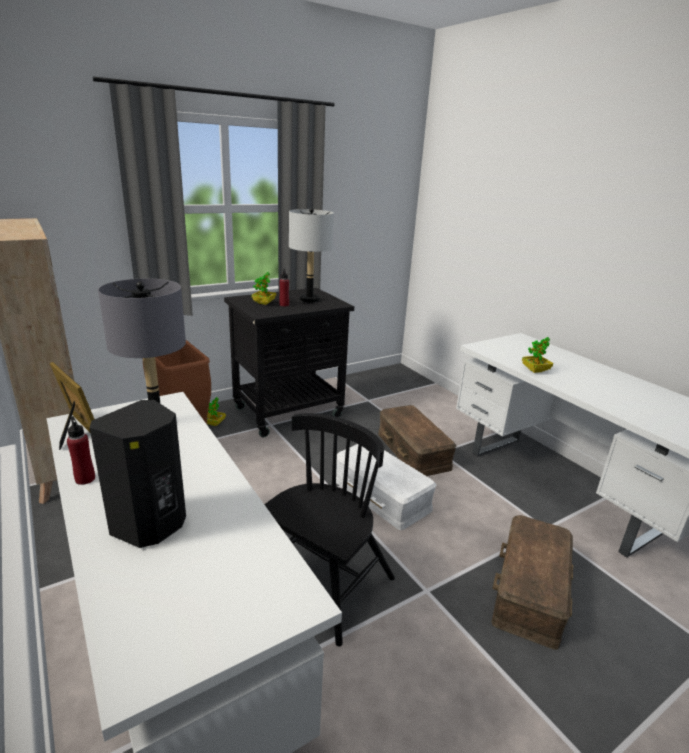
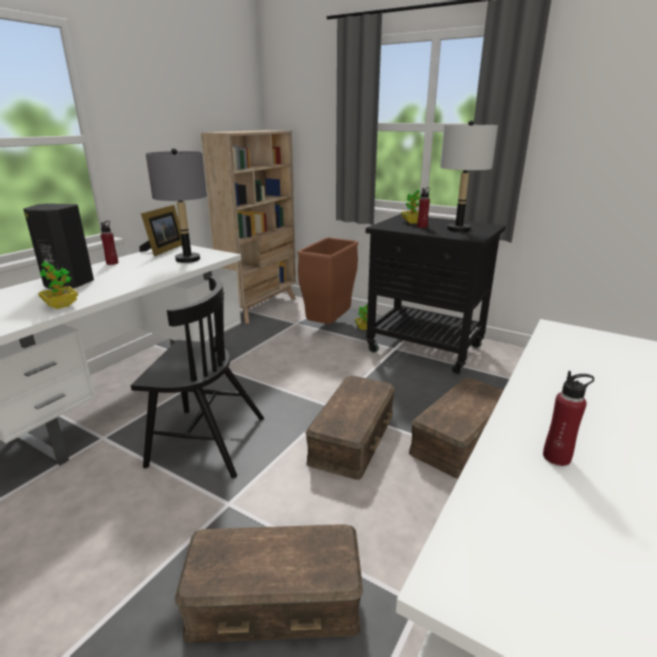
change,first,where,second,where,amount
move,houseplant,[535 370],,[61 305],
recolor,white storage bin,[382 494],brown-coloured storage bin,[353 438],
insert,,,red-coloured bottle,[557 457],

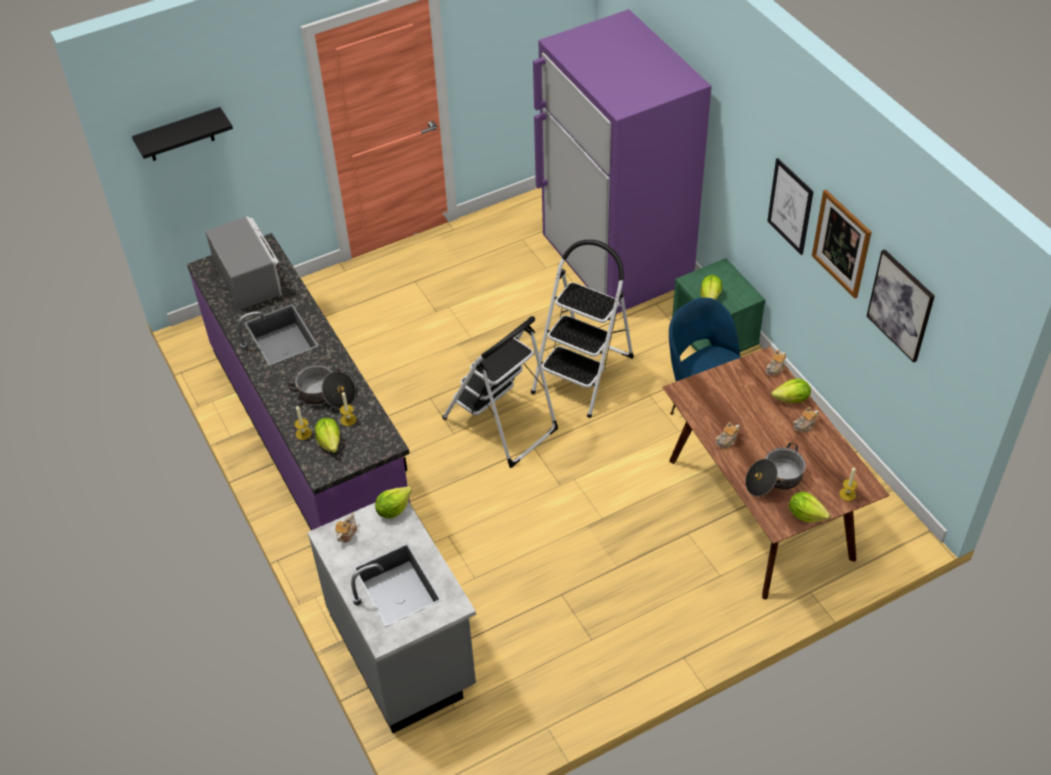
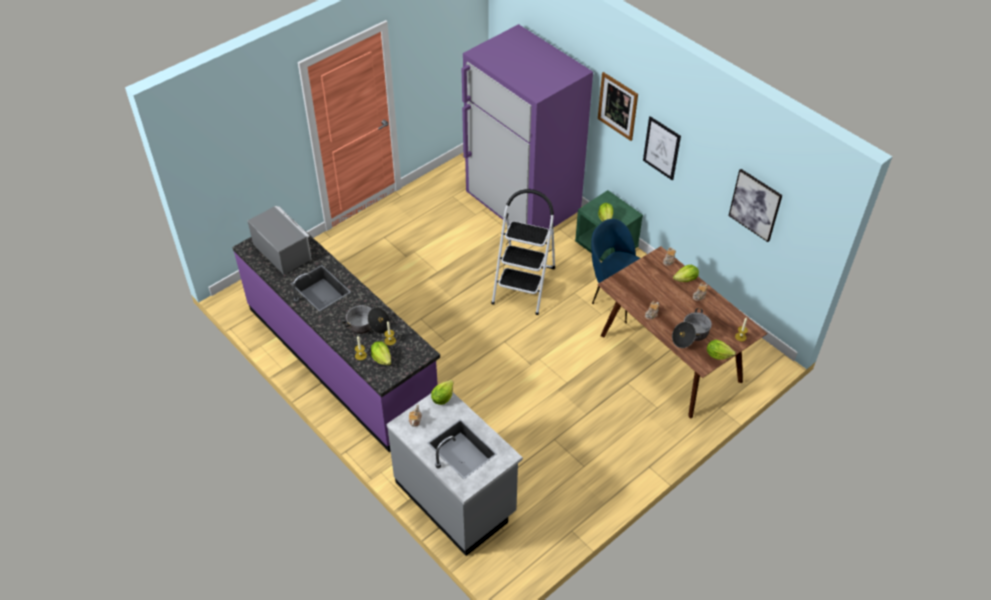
change,first,where,second,where,amount
delete,blackish bracket shelf,[180 135],,,
move,wall art,[841 243],,[618 106],
delete,stepladder,[501 425],,,

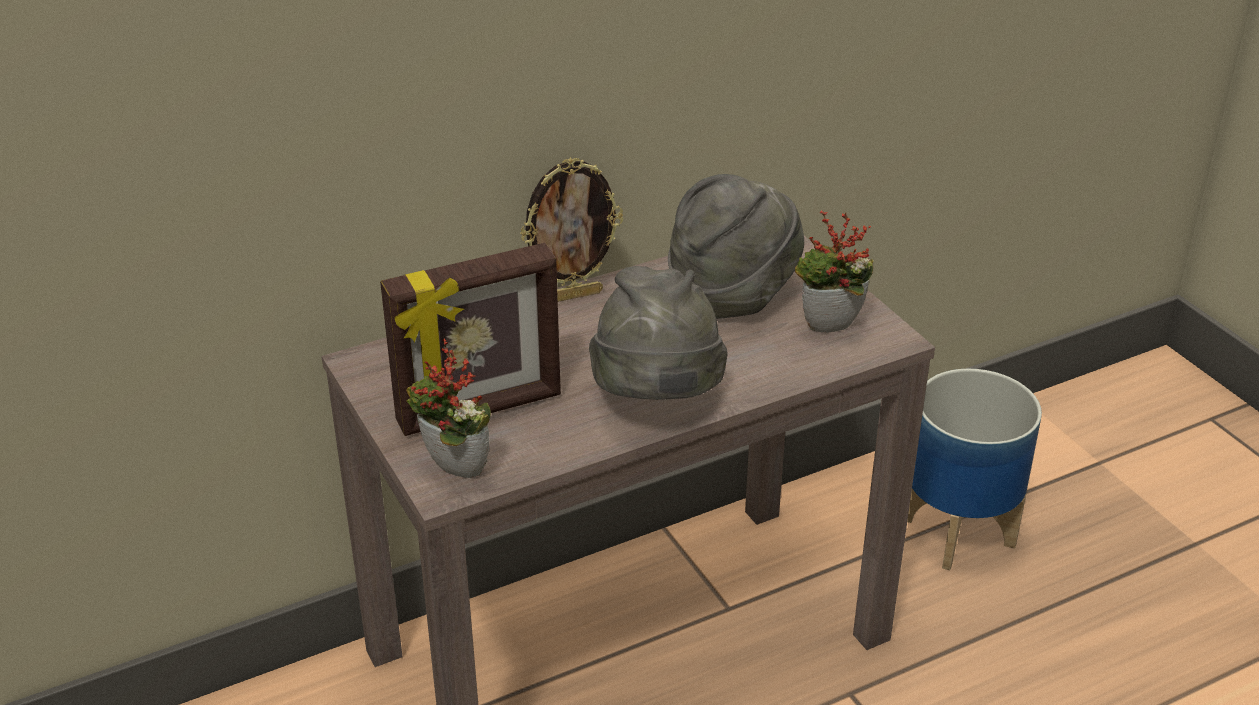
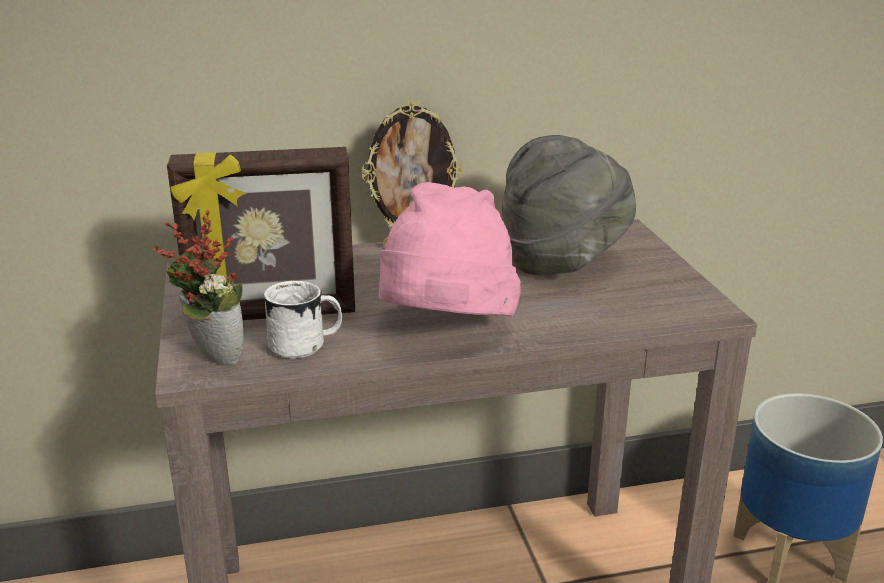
change,first,where,second,where,amount
delete,houseplant,[829 330],,,
recolor,gray wearable hat,[656 401],pink wearable hat,[446 330],
insert,,,white coffee mug,[306 346],

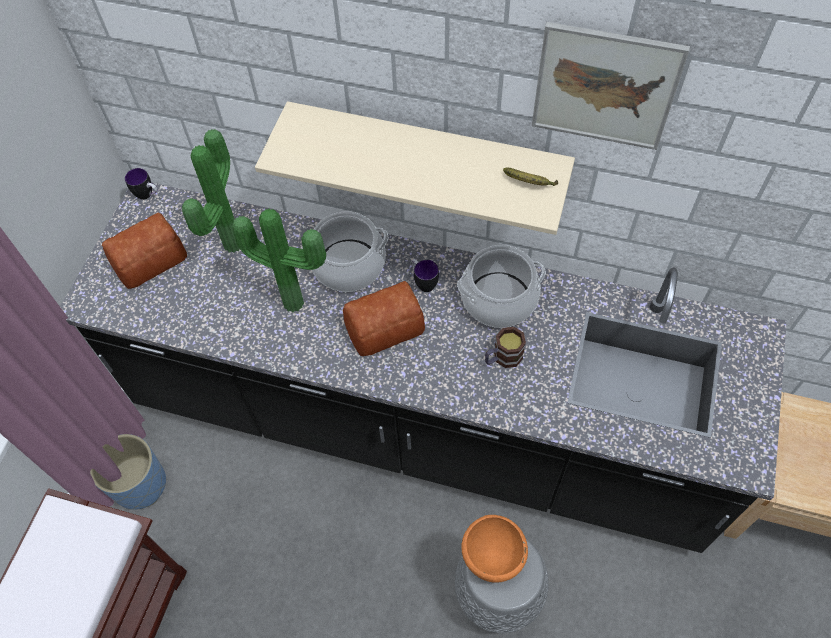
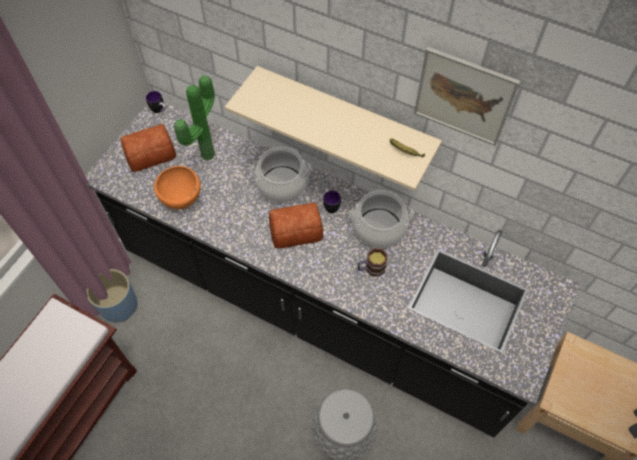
change,first,where,second,where,amount
delete,houseplant,[295 300],,,
move,orangey bowl,[493 558],,[182 200],

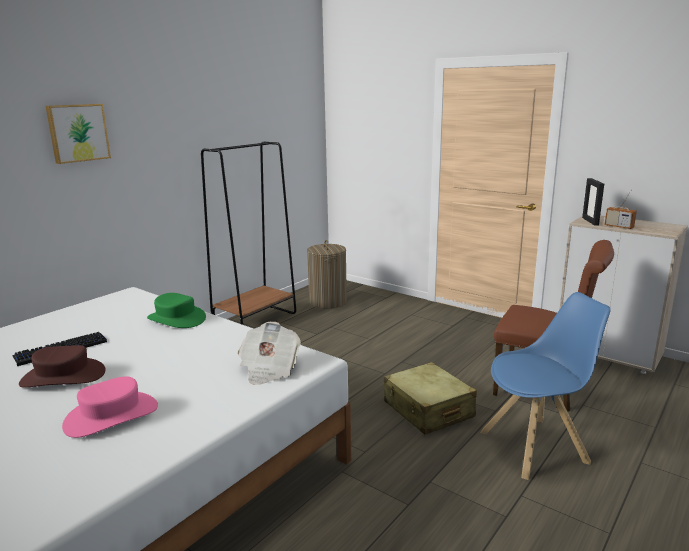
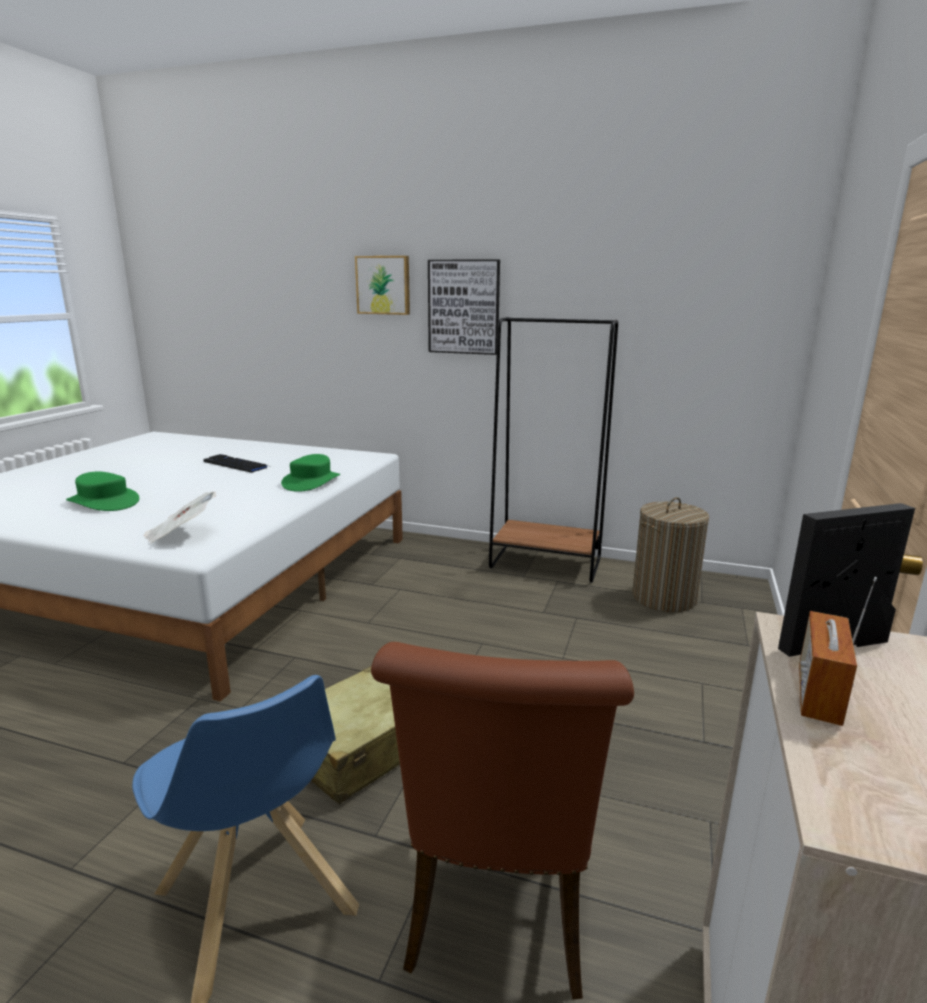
change,first,where,second,where,amount
delete,brown-coloured wearable hat,[63 376],,,
recolor,pink wearable hat,[111 415],greenish wearable hat,[104 502],
insert,,,wall art,[464 307],

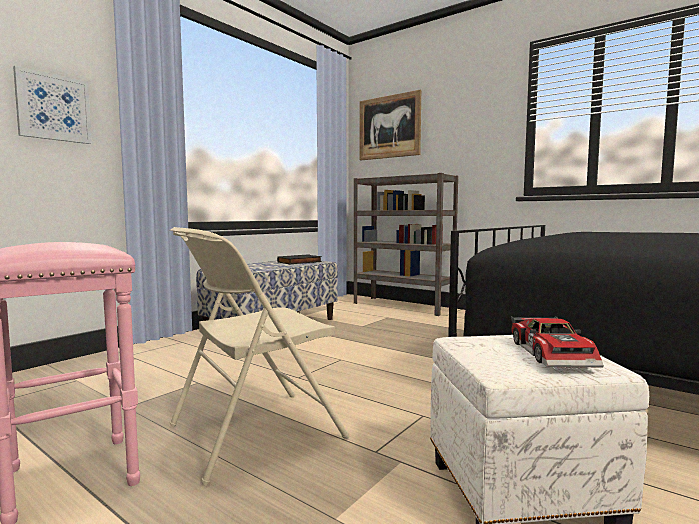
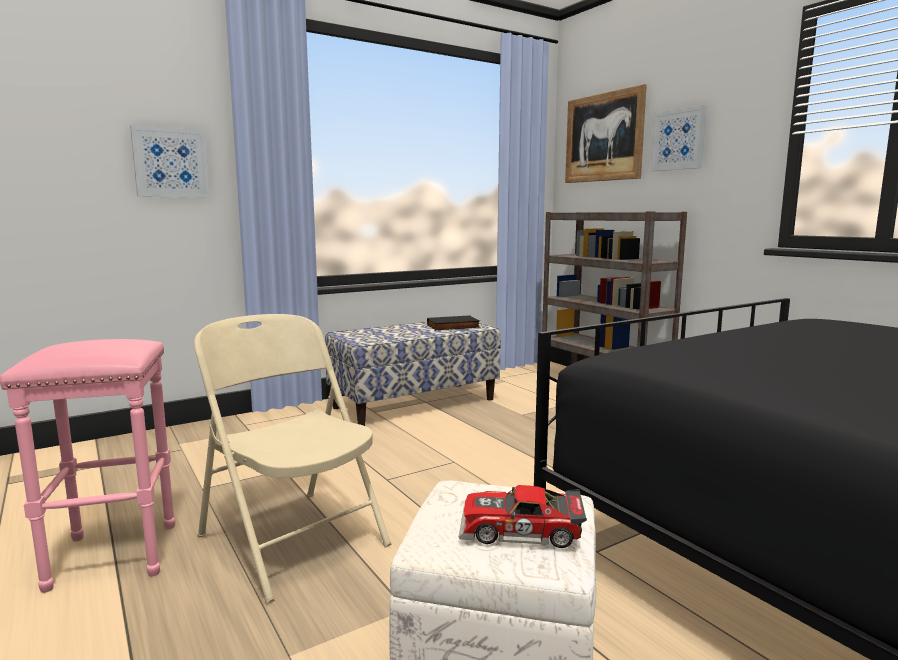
change,first,where,second,where,amount
rotate,beige-coloured chair,[256 431],,[294 540],60 degrees clockwise
rotate,model car,[554 353],,[521 532],75 degrees clockwise
insert,,,wall art,[678 140],

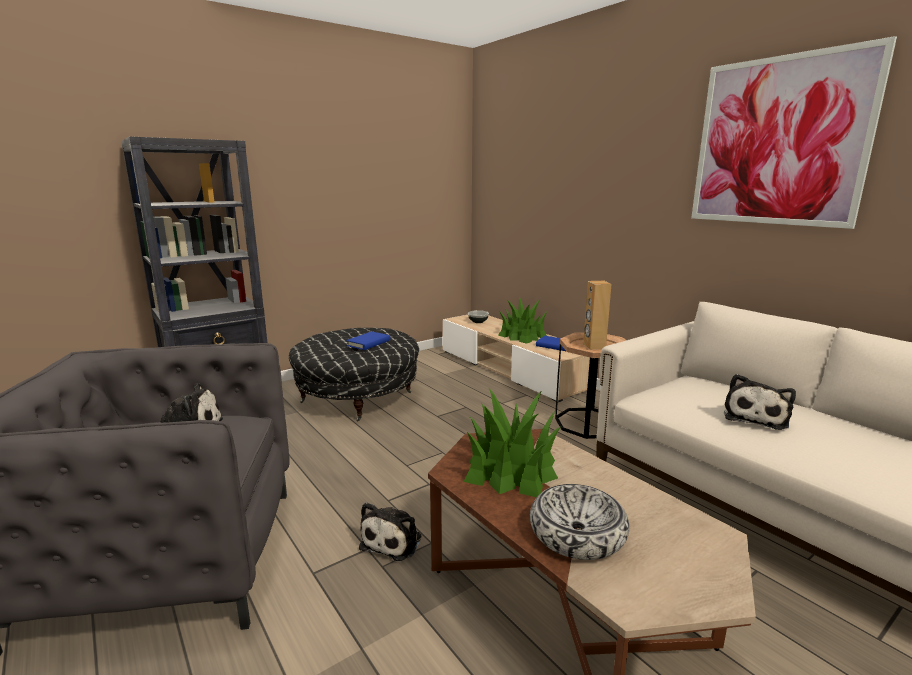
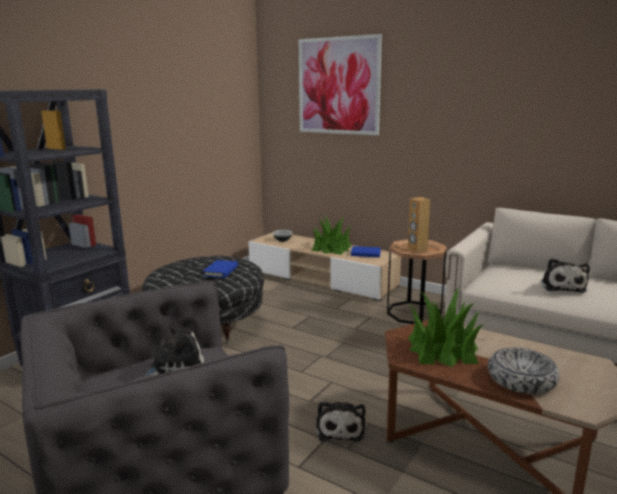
change,first,where,second,where,amount
move,wall art,[778 142],,[338 86],

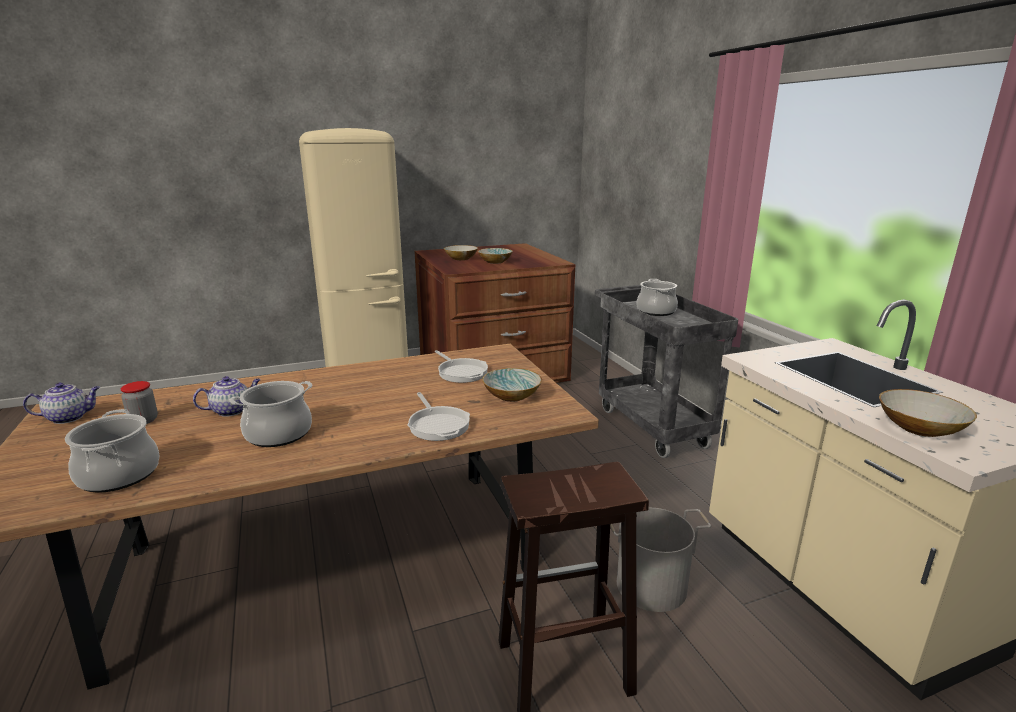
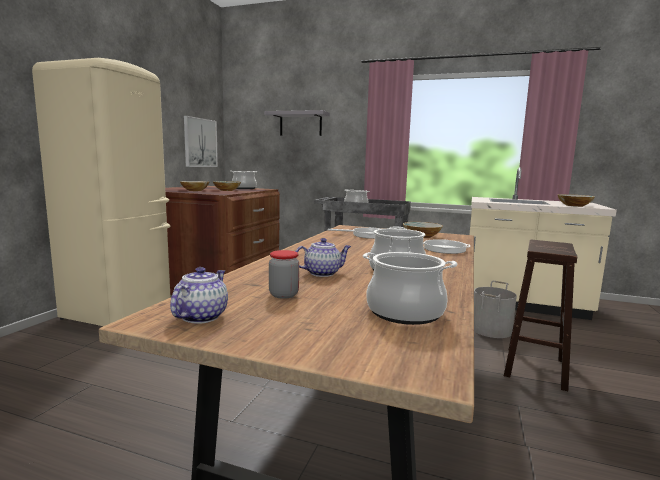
change,first,where,second,where,amount
rotate,tea pot,[232 410],,[323 273],60 degrees clockwise
insert,,,gray bracket shelf,[300 124],
insert,,,wall art,[200 142],
insert,,,cooking pot,[244 188],

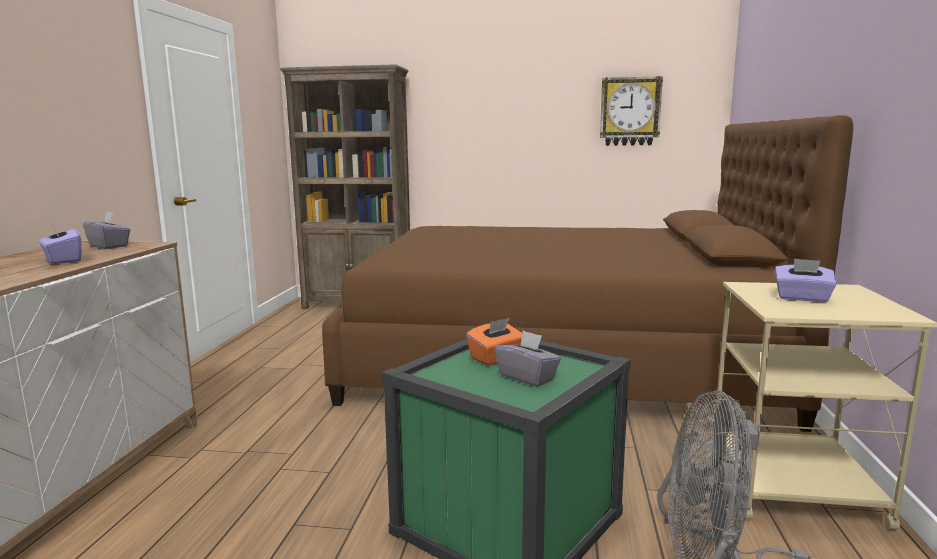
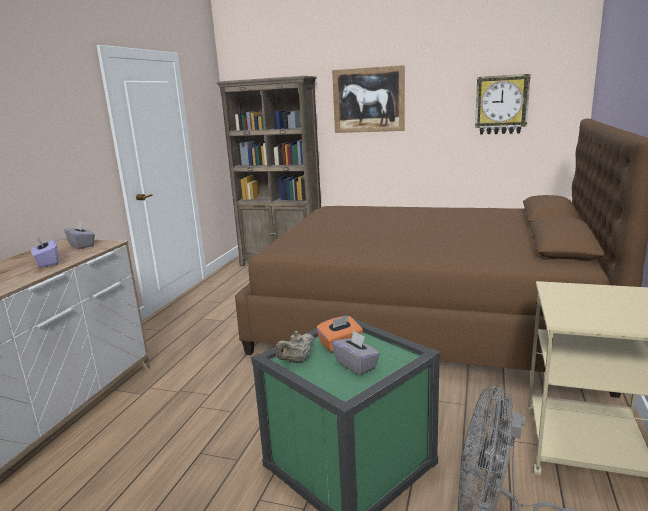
change,first,where,second,where,amount
delete,purplish box of tissues,[802 298],,,
insert,,,wall art,[368 100],
insert,,,beige-coloured tea pot,[297 361],

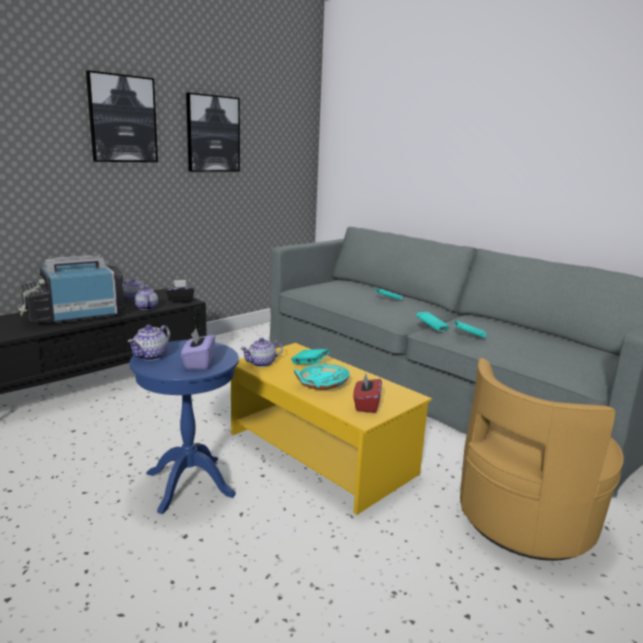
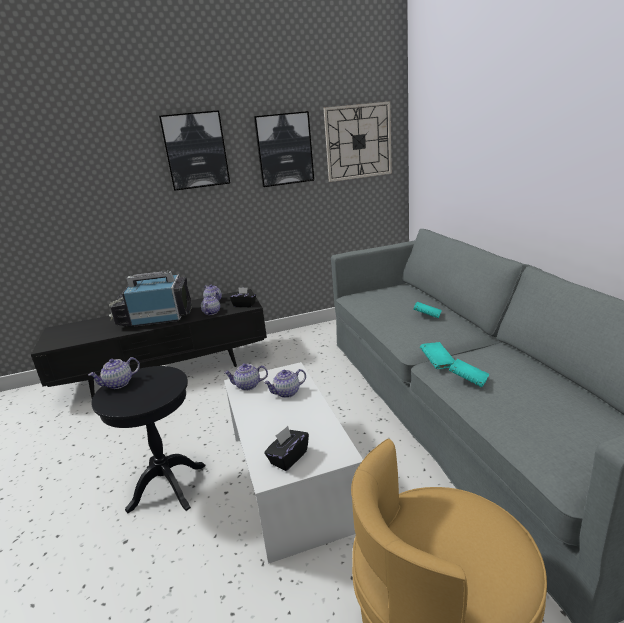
change,first,where,second,where,amount
delete,purplish box of tissues,[198 363],,,
recolor,bluish accent table,[190 484],blackish accent table,[167 487],
recolor,yellow coffee table,[321 453],white coffee table,[292 479],
replace,turquoise-coloured bound book,[309 364],tea pot,[287 393],
delete,turquoise-coloured bowl,[321 385],,,
recolor,red-coloured box of tissues,[366 405],blackish box of tissues,[288 458],
insert,,,wall clock,[358 142],

